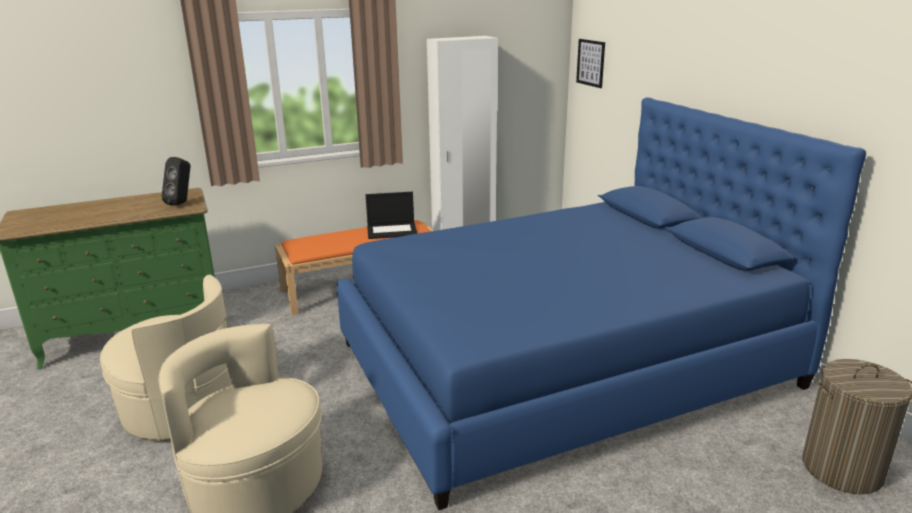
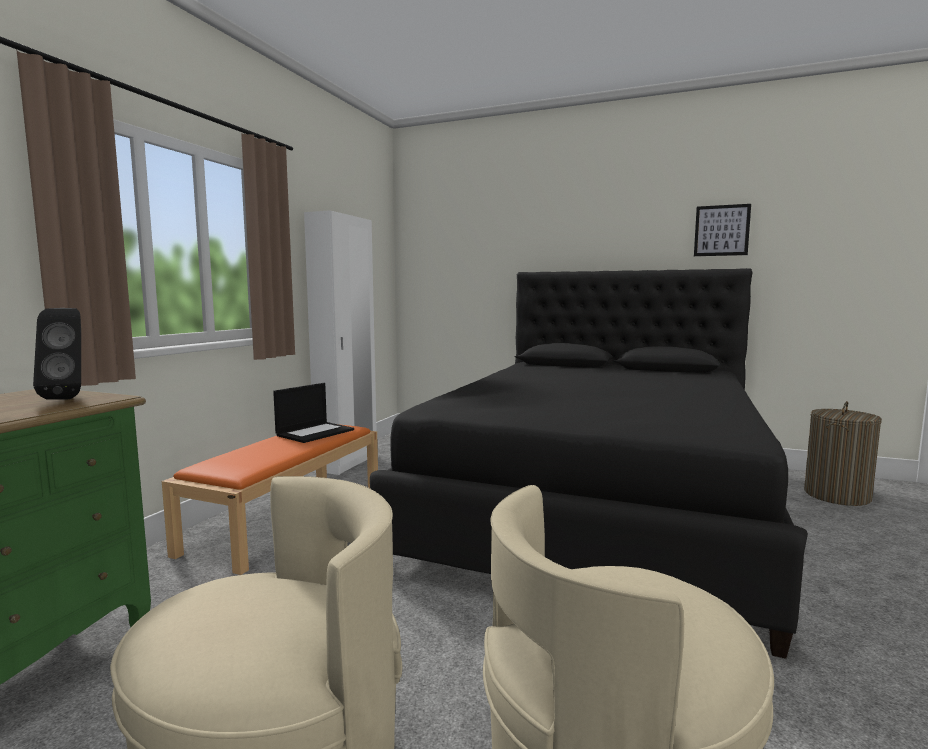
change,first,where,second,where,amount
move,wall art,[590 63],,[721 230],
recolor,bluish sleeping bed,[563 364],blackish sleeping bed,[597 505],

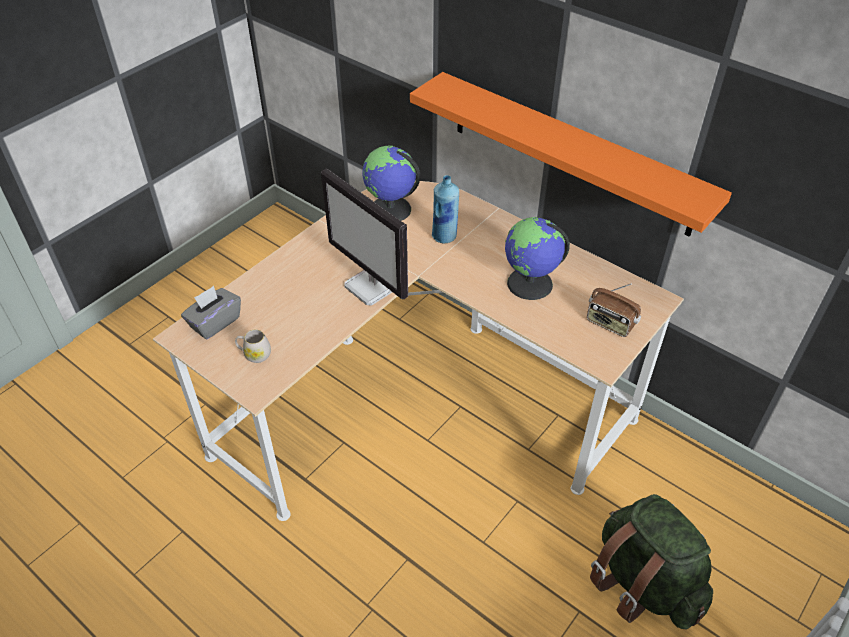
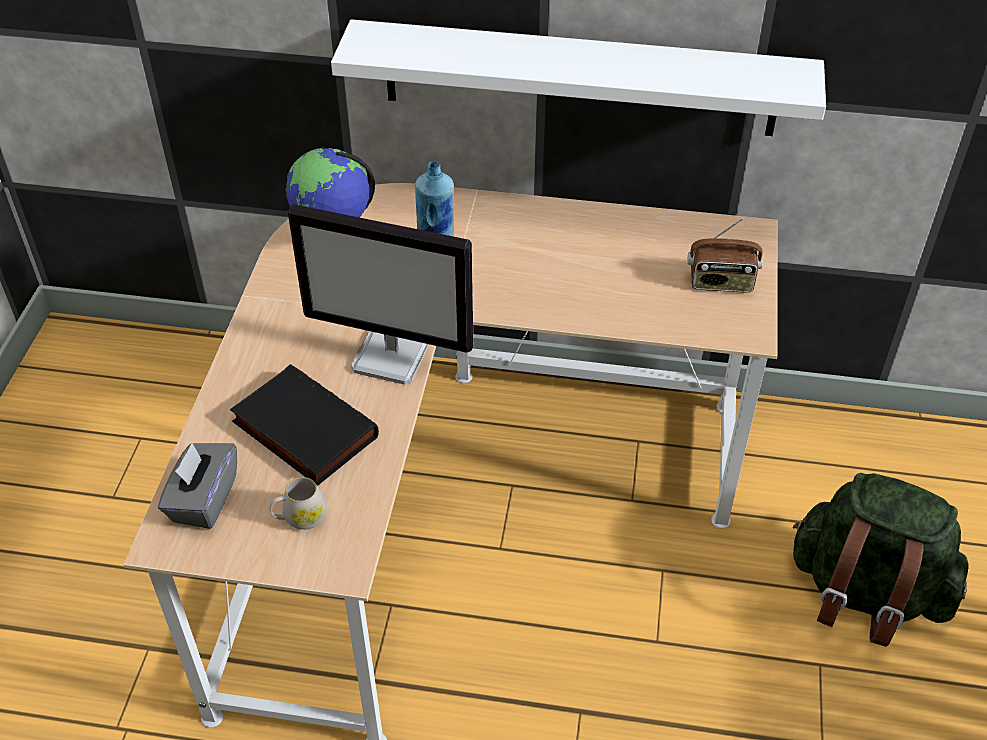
change,first,where,second,where,amount
recolor,orangey bracket shelf,[570 153],white bracket shelf,[579 78],
delete,world globe,[530 284],,,
insert,,,blackish bound book,[302 431],

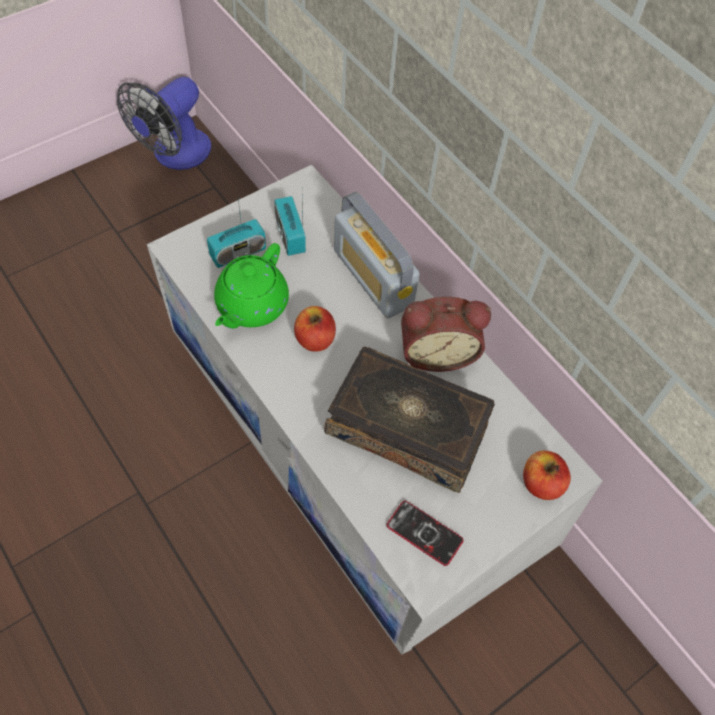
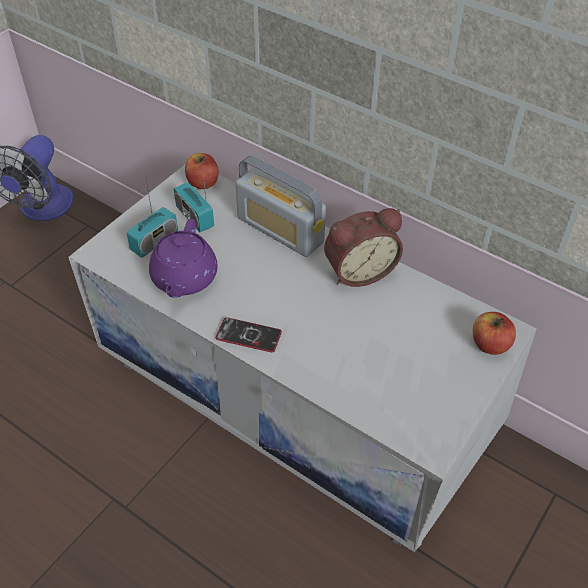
change,first,where,second,where,amount
recolor,greenish tea pot,[251 305],purplish tea pot,[184 279],
move,whole apple,[314 339],,[202 183],
delete,bound book,[408 427],,,
move,telephone,[424 533],,[248 335],

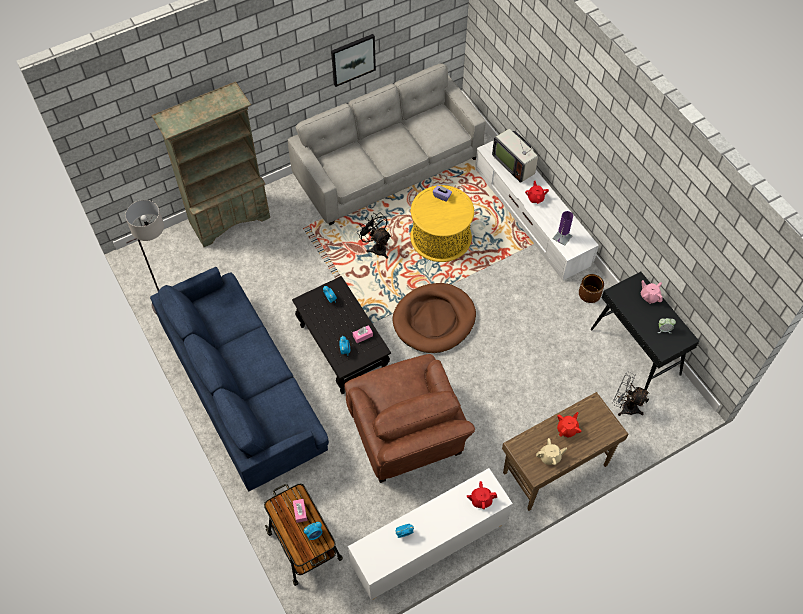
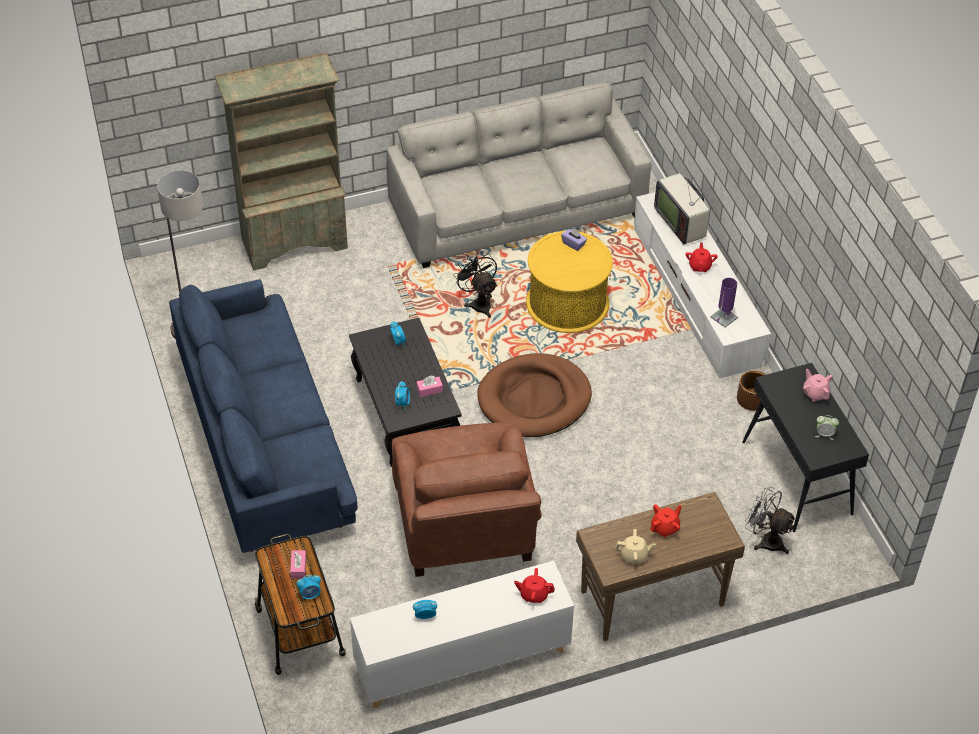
change,first,where,second,where,amount
delete,wall art,[353 59],,,

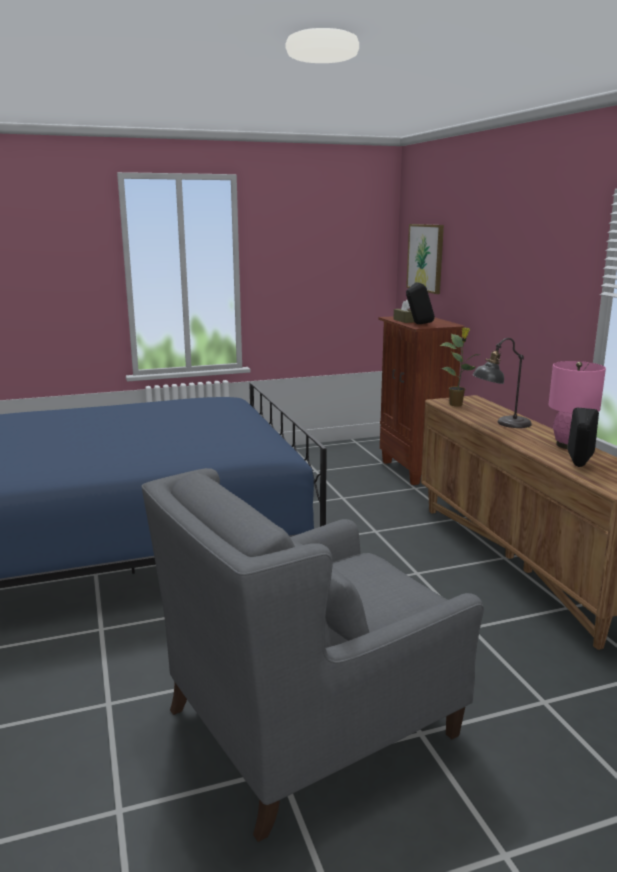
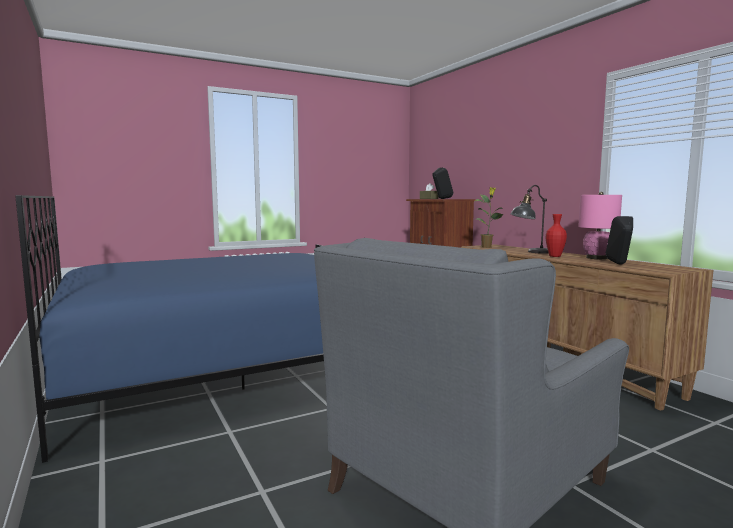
change,first,where,second,where,amount
delete,wall art,[425 258],,,
insert,,,red-coloured vase,[555 256],

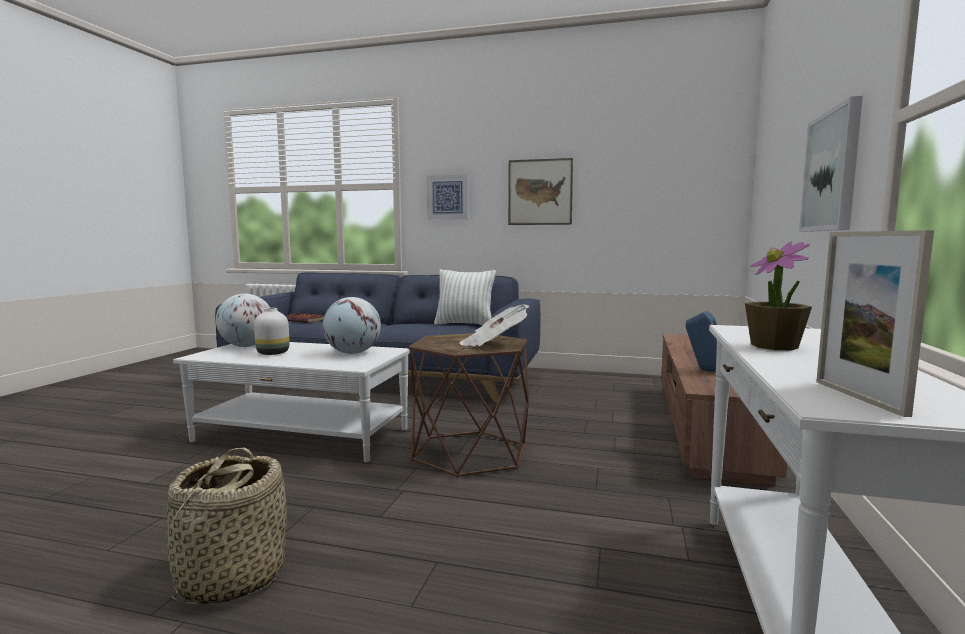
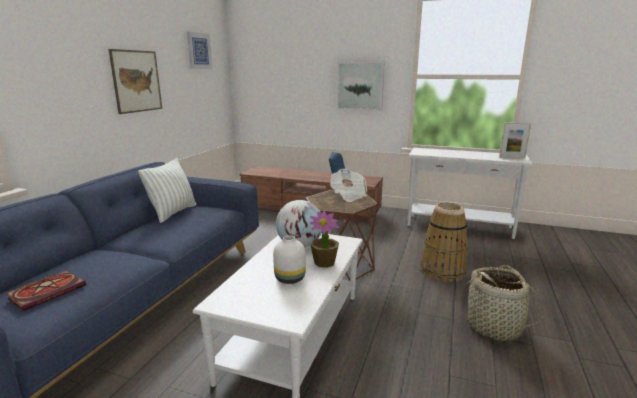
change,first,where,second,where,amount
move,wall art,[448 197],,[199 51],
move,houseplant,[774 346],,[324 262],
delete,world globe,[246 346],,,
insert,,,household basket,[442 271],

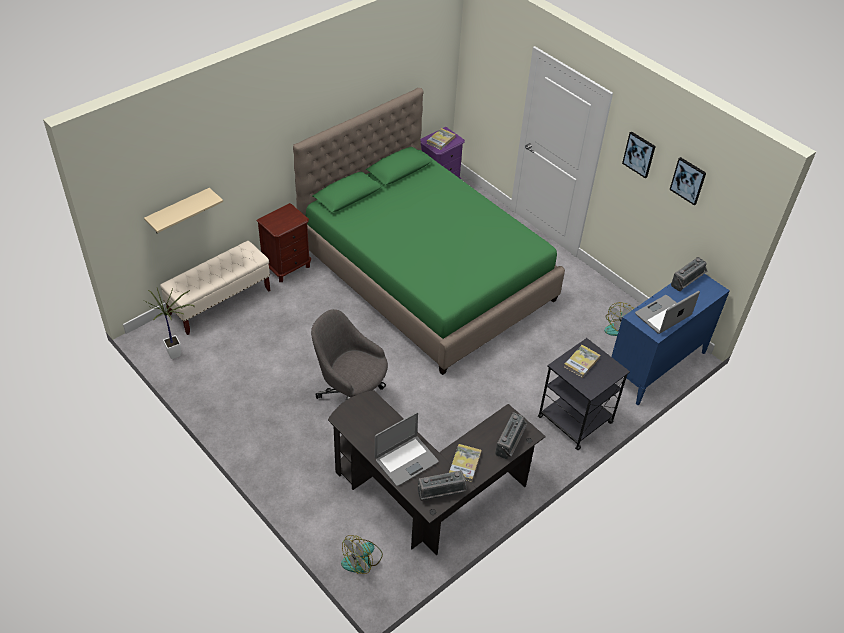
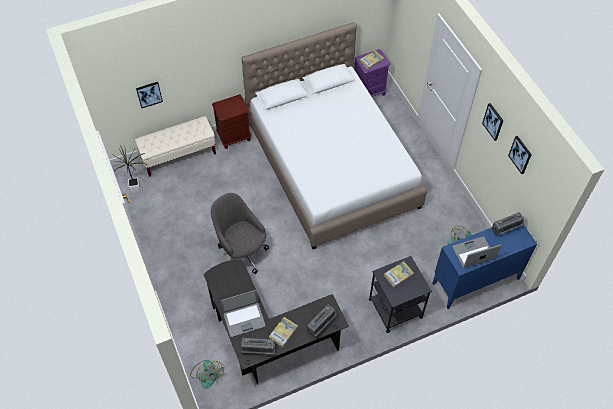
change,first,where,second,where,amount
recolor,greenish sleeping bed,[426 273],white sleeping bed,[331 164],
replace,beige-coloured bracket shelf,[179 212],wall art,[149 94],
rotate,electric fan,[362 559],,[207 373],90 degrees counterclockwise

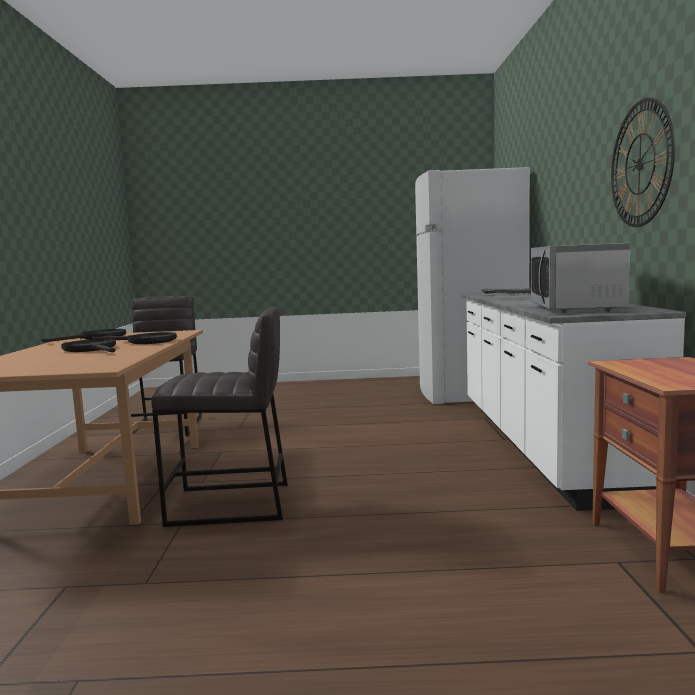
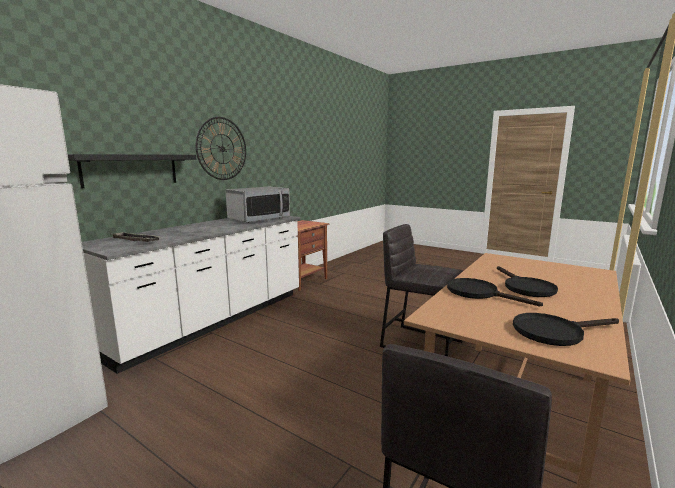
change,first,where,second,where,amount
insert,,,blackish bracket shelf,[131 170],

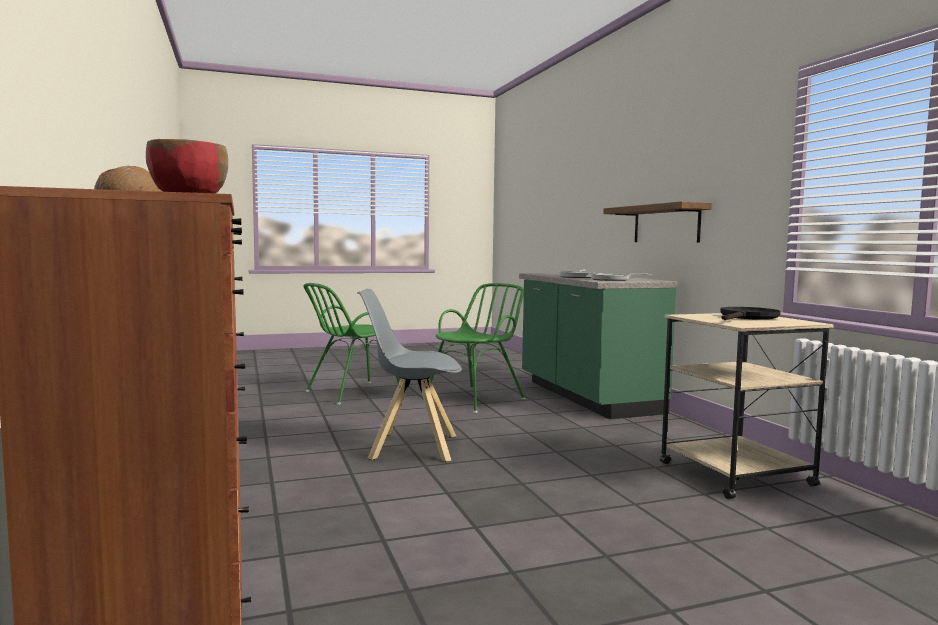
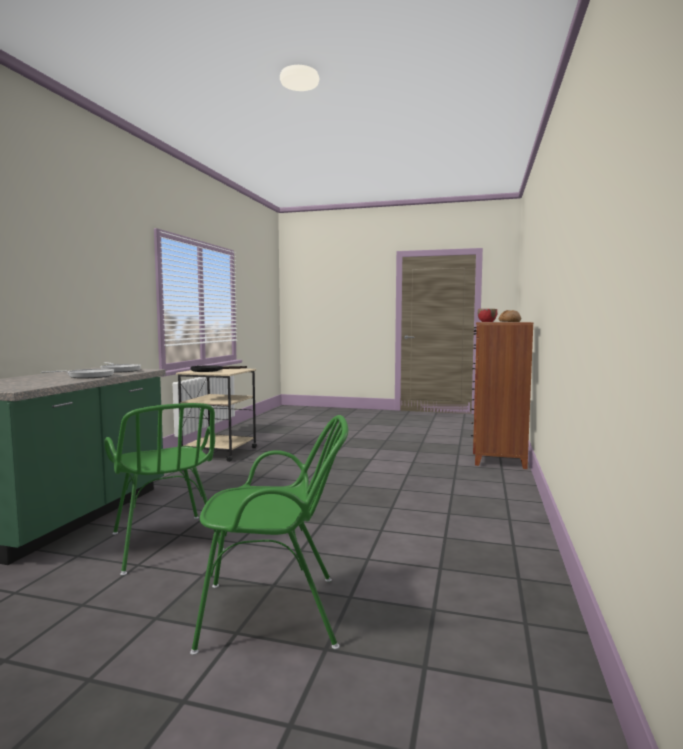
change,first,where,second,where,amount
delete,bracket shelf,[666 224],,,
rotate,greenish chair,[477 399],,[166 544],105 degrees counterclockwise
delete,gray chair,[410 447],,,

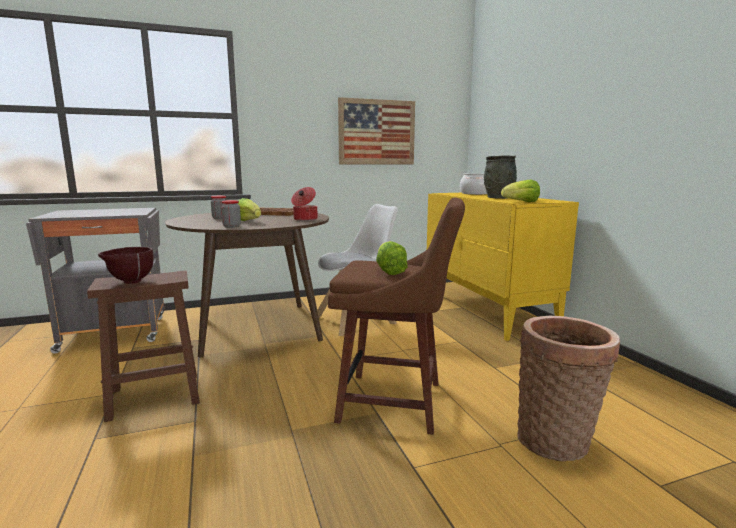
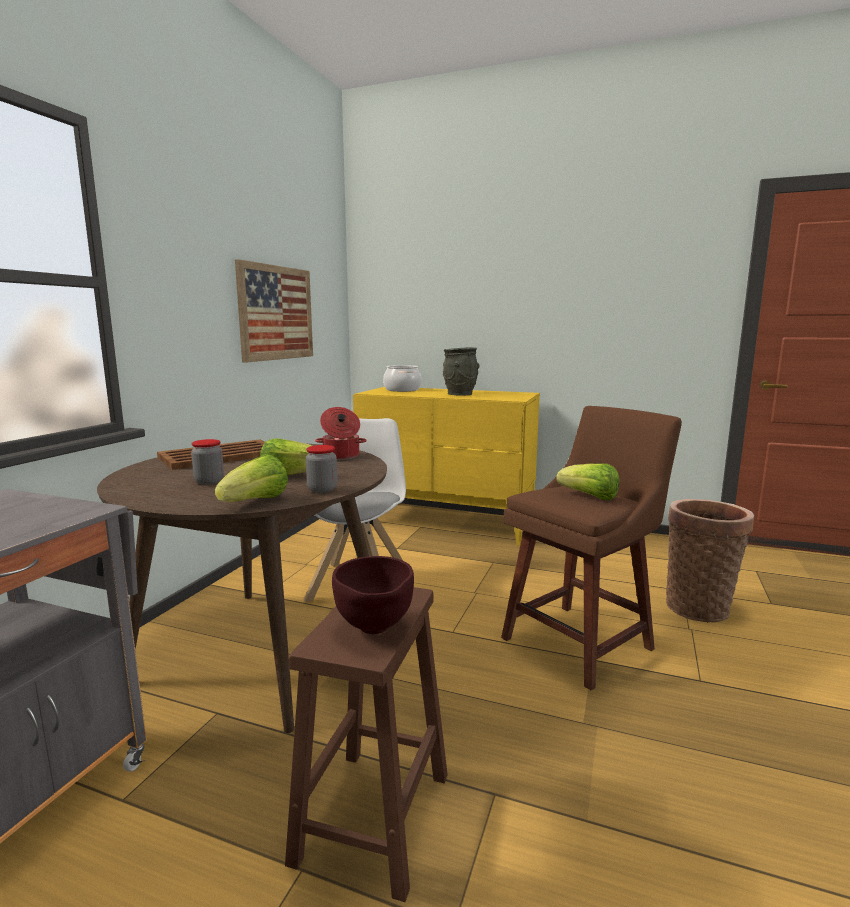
change,first,where,second,where,amount
move,lettuce,[521 202],,[256 502],

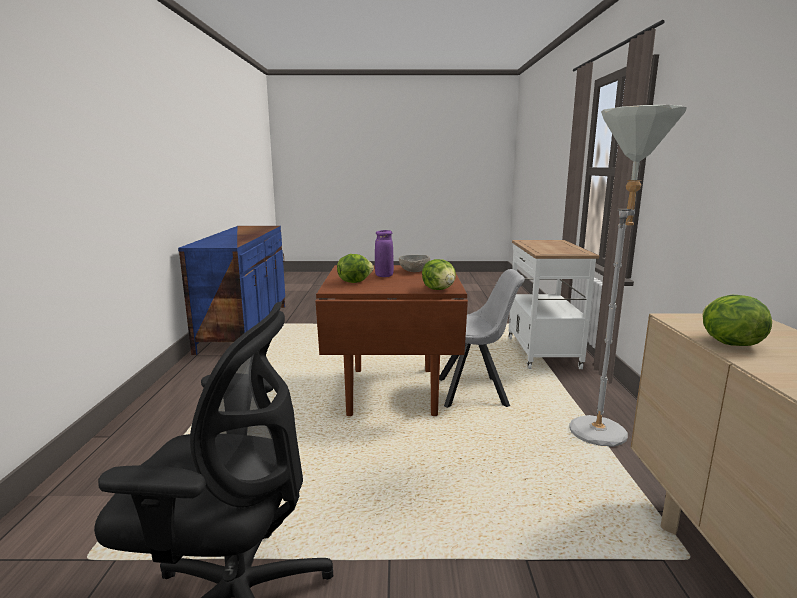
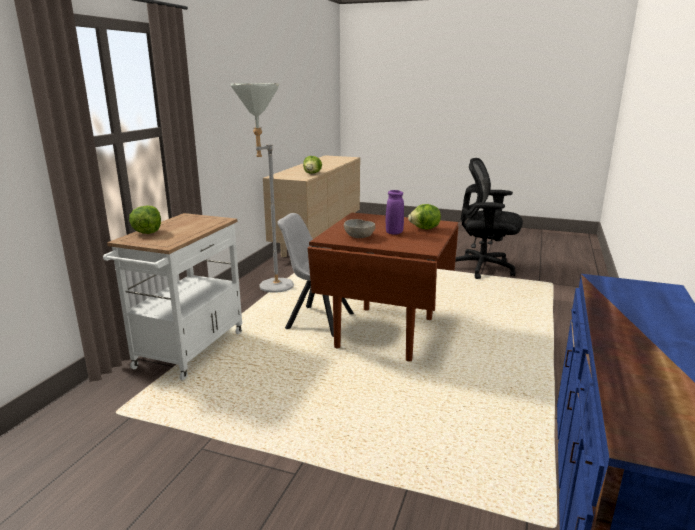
change,first,where,second,where,amount
move,lettuce,[439 289],,[147 232],

